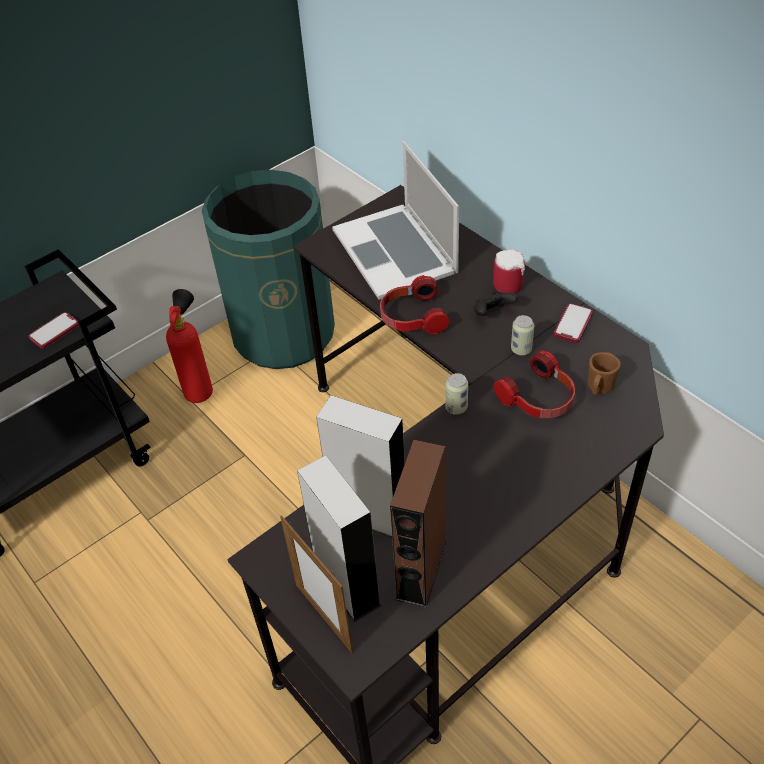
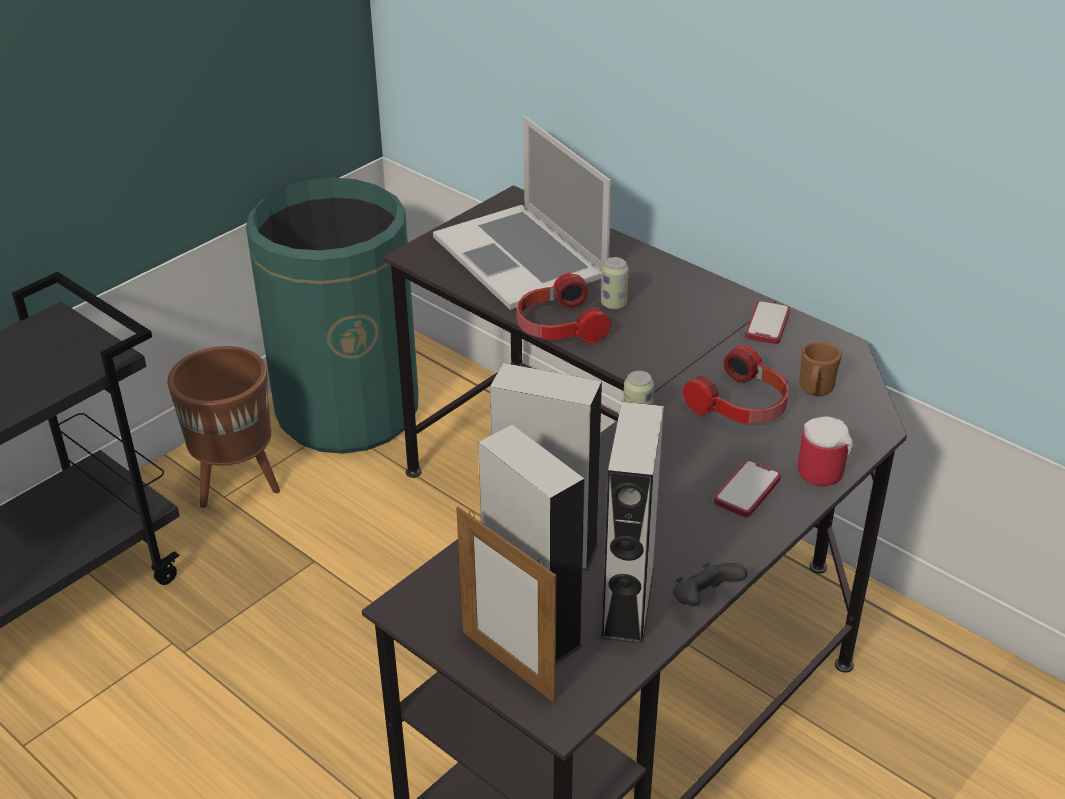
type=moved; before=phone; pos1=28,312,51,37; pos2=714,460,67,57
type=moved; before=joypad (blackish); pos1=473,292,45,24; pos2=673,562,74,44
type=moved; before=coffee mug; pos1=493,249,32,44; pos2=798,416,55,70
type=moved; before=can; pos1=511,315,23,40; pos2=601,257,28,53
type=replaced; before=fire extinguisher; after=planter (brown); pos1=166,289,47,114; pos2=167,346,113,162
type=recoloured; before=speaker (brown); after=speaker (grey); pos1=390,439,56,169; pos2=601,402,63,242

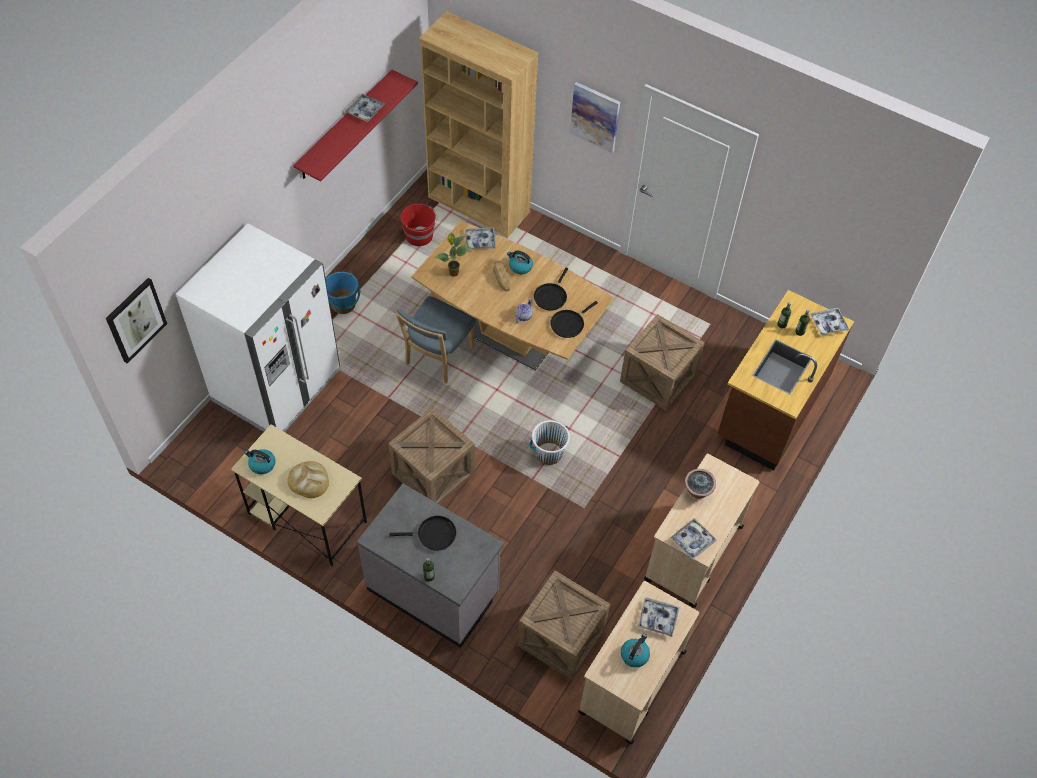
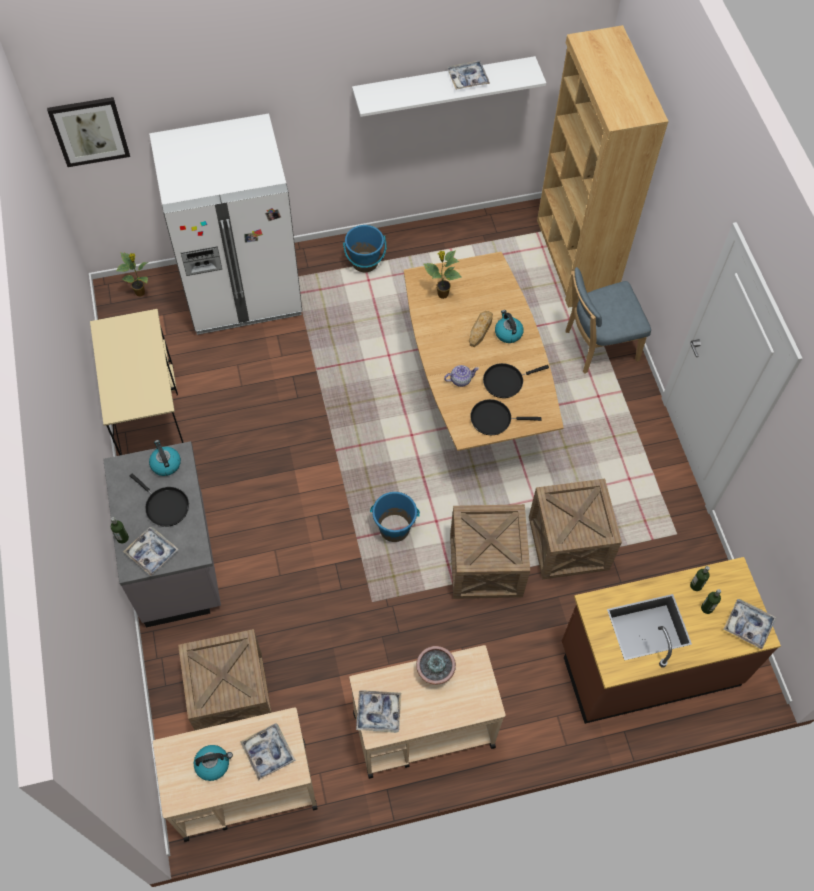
type=removed; before=bread; pos1=287,461,42,37
type=removed; before=pail (red-coloured); pos1=400,204,37,42
type=removed; before=wall picture; pos1=570,82,50,71
type=added; after=houseplant; pos2=116,252,32,45
type=moved; before=tea kettle; pos1=245,449,30,25; pos2=149,440,32,36
type=moved; before=crate; pos1=388,407,87,97; pos2=450,504,80,95
type=moved; before=upright chair (bluish); pos1=396,296,80,87; pos2=566,267,85,107
type=moved; before=tray; pos1=465,227,31,22; pos2=123,527,56,49
type=recoloured; before=bracket shelf (red-coloured); after=bracket shelf (whitish); pos1=293,70,125,111; pos2=352,56,194,61
type=recoloured; before=pail (whitish); after=pail (bluish); pos1=529,420,41,45; pos2=370,492,50,50

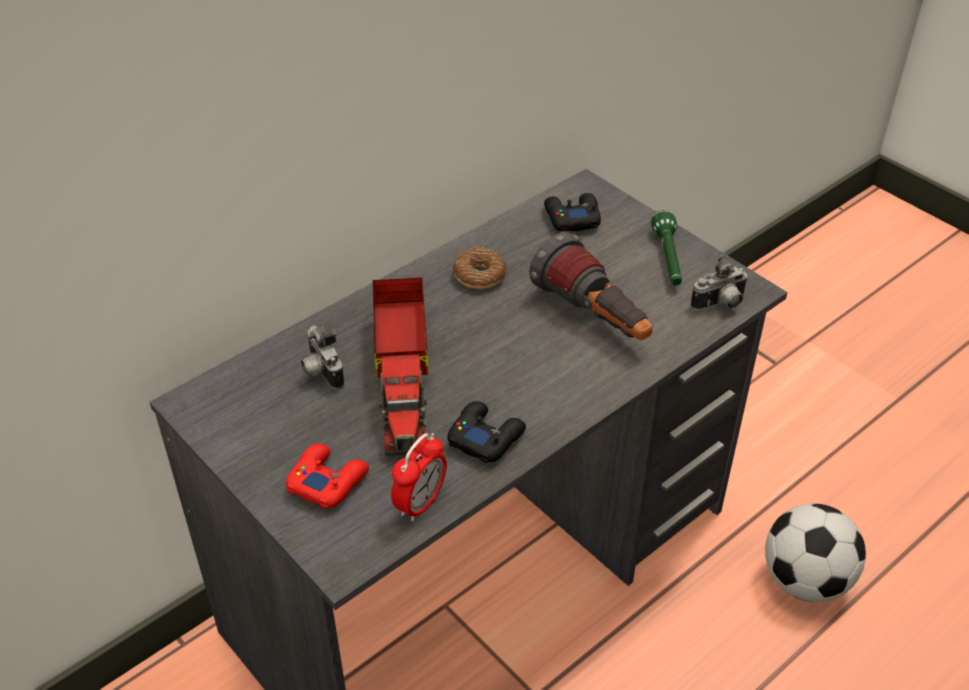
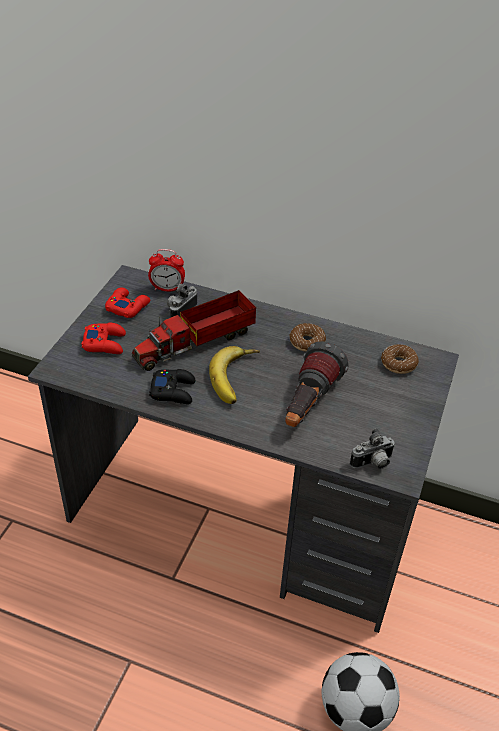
type=removed; before=torch (green); pos1=651,210,31,75
type=added; after=joypad (red-coloured); pos2=105,288,45,30
type=added; after=banana fruit; pos2=209,346,51,58
type=moved; before=alarm clock; pos1=391,433,56,89; pos2=148,249,37,43
type=replaced; before=joypad (blackish); after=ring doughnut; pos1=544,193,57,38; pos2=381,344,38,30
type=turned; before=still camera; pos1=690,255,58,56; pos2=350,428,45,41; turn=-60

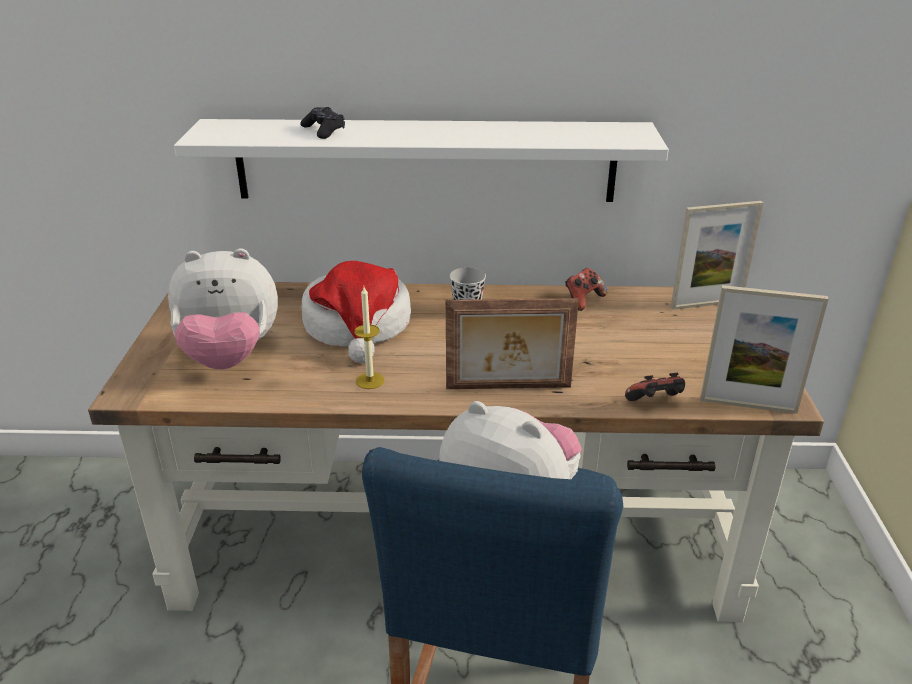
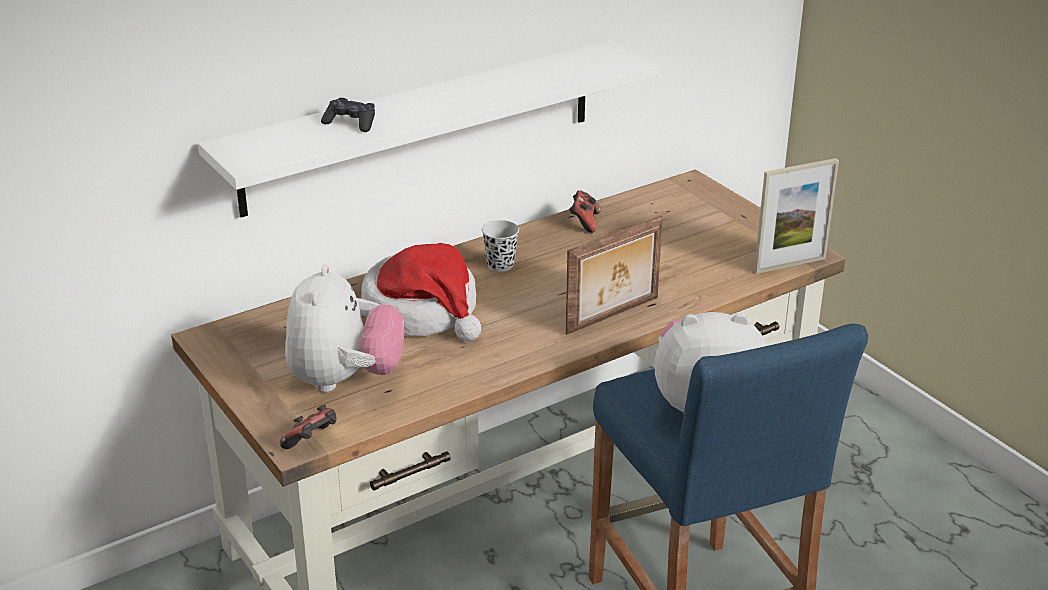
type=removed; before=wax light; pos1=354,287,30,102
type=removed; before=photo frame; pos1=671,201,92,109
type=moved; before=joypad; pos1=625,373,60,28; pos2=280,405,56,44
type=turned; before=cuddly toy; pos1=168,248,110,122; pos2=285,264,119,128; turn=-45

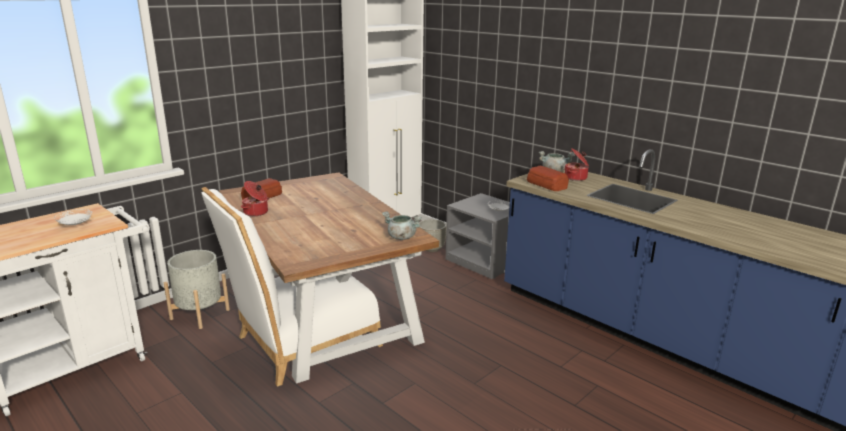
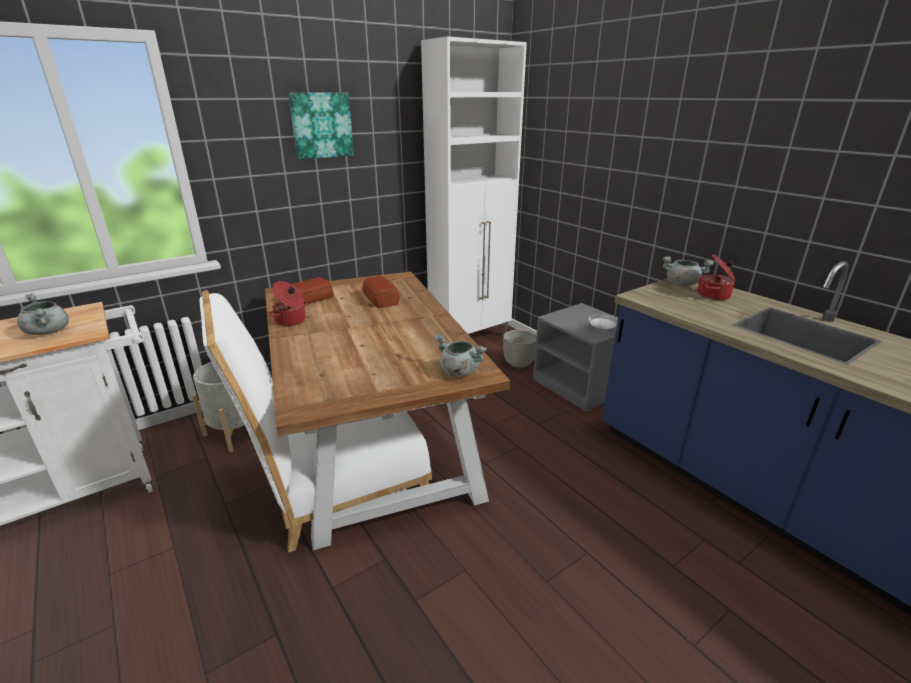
type=added; after=wall picture; pos2=288,93,66,66
type=moved; before=bread; pos1=527,166,42,25; pos2=362,276,38,32
type=replaced; before=flat dish (whitish); after=saucepot (grey); pos1=54,209,38,16; pos2=17,294,52,41

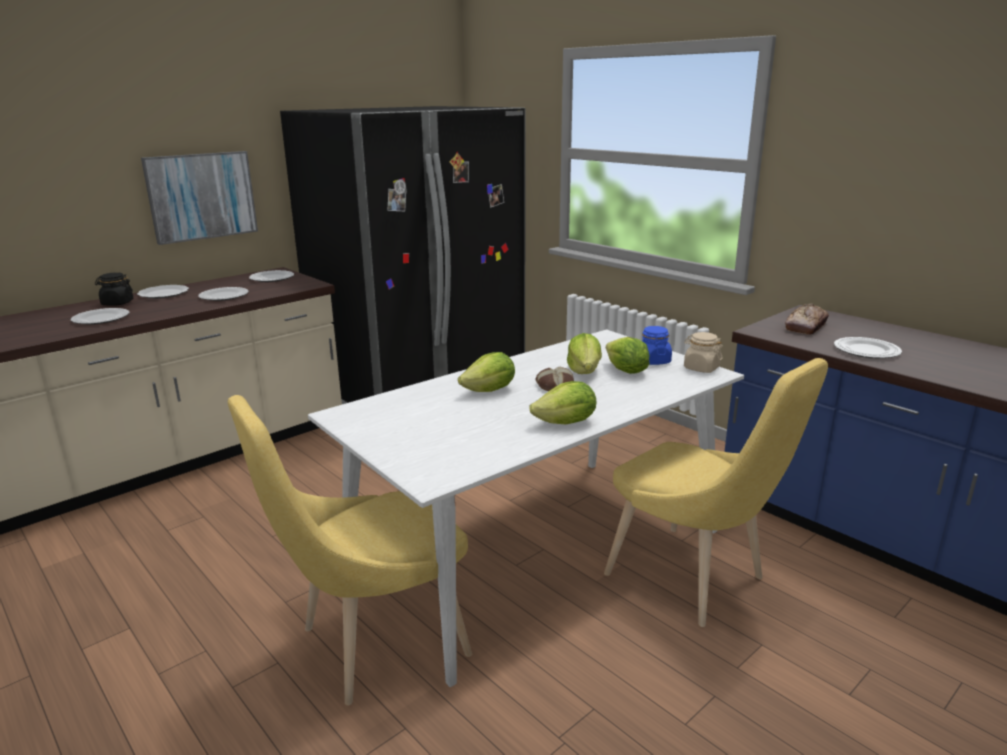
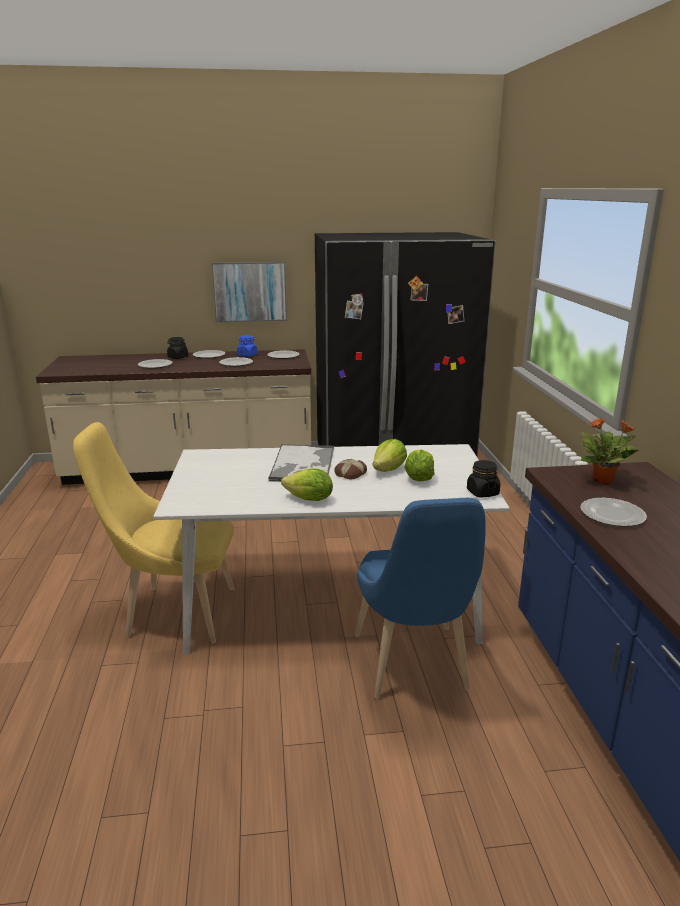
type=moved; before=preserve jar (bluish); pos1=642,326,30,39; pos2=237,335,20,22
type=replaced; before=lettuce head; after=tray; pos1=458,352,57,40; pos2=268,444,66,38
type=replaced; before=bread; after=houseplant; pos1=785,304,44,31; pos2=581,417,58,68
type=recoloured; before=upright chair (yellow); after=upright chair (bluish); pos1=604,358,224,269; pos2=354,498,132,201
type=recoloured; before=preserve jar (sand-coloured); after=preserve jar (blackish); pos1=684,332,39,41; pos2=467,460,33,38

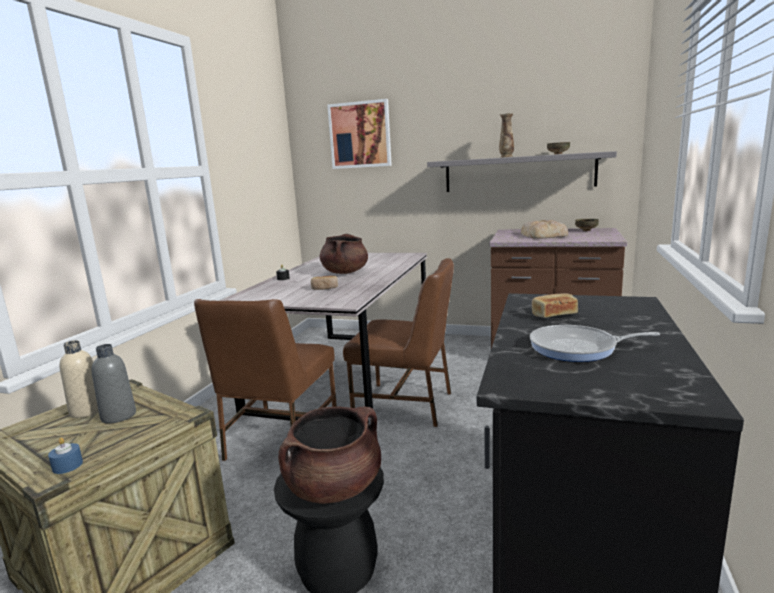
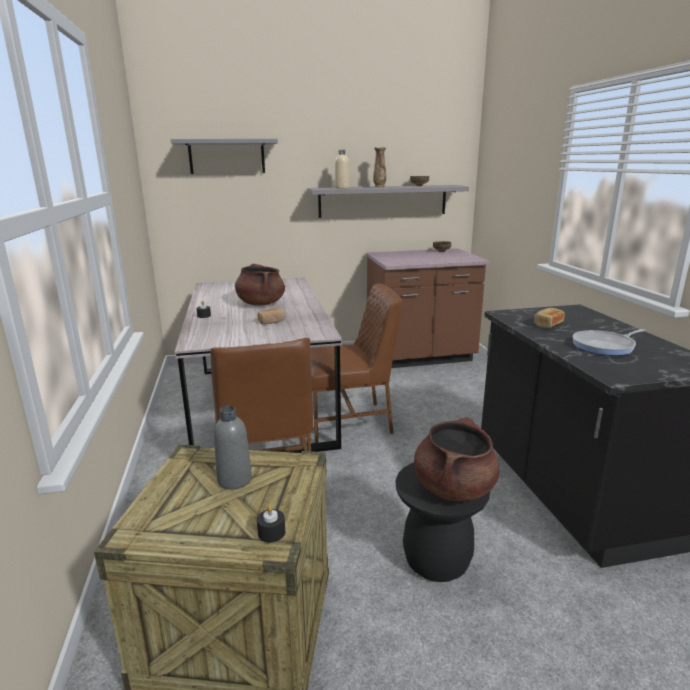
type=removed; before=bread; pos1=521,220,48,19
type=moved; before=bottle (sand-coloured); pos1=59,340,40,78; pos2=335,150,15,39
type=replaced; before=wall picture; after=bracket shelf (grey); pos1=327,99,65,70; pos2=171,139,107,35
type=recoloured; before=wax light (bluish); after=wax light (blackish); pos1=48,438,35,36; pos2=257,505,28,38

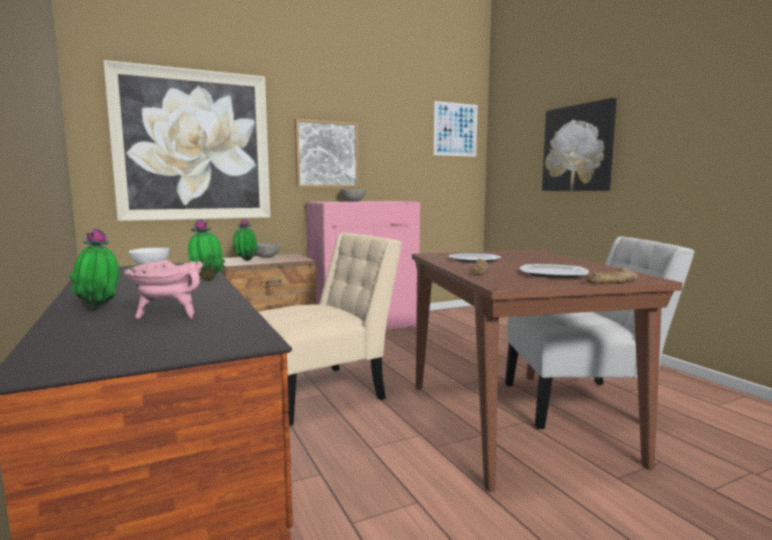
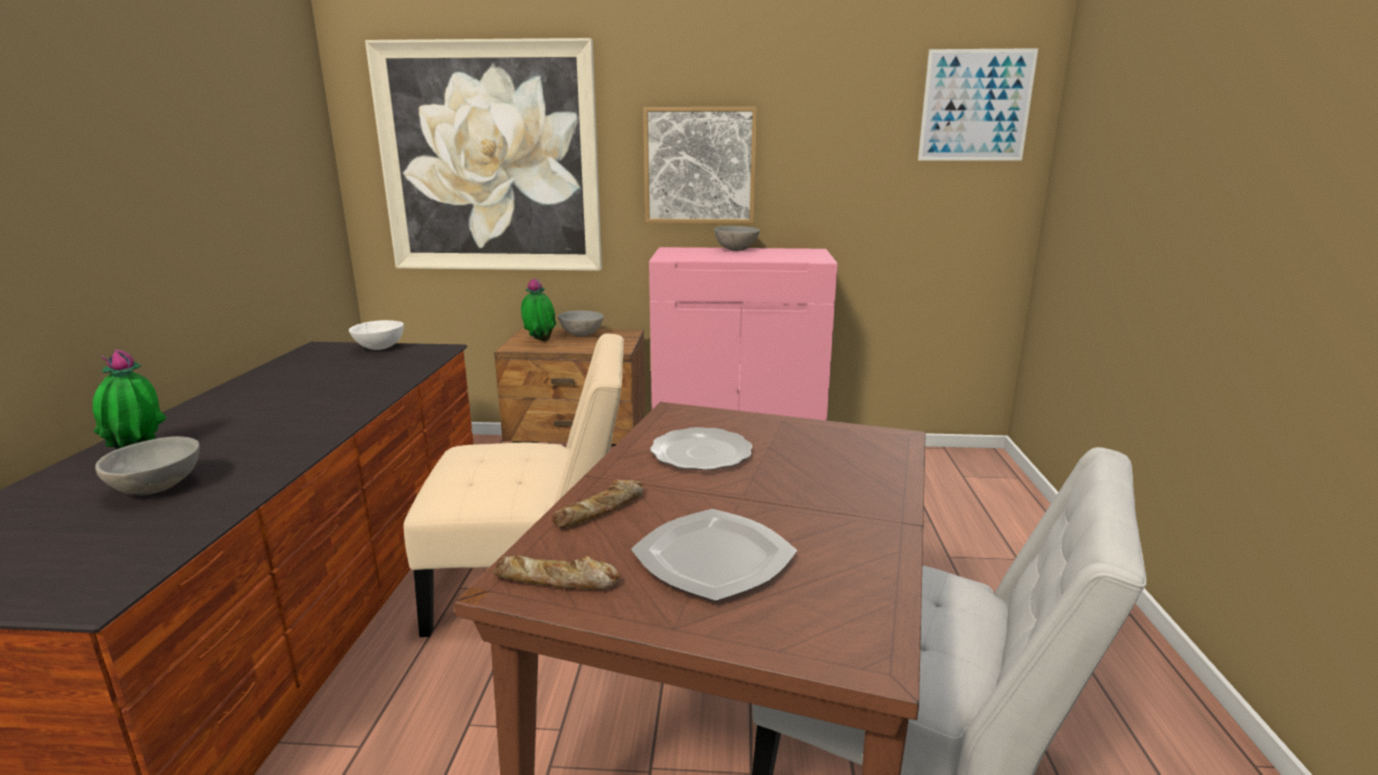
type=removed; before=houseplant; pos1=188,219,37,62
type=removed; before=wall picture; pos1=542,98,75,93
type=moved; before=bread; pos1=586,268,52,15; pos2=493,555,127,35
type=replaced; before=saucepot (pink-coloured); after=bowl (grey); pos1=124,260,79,59; pos2=95,436,105,59

